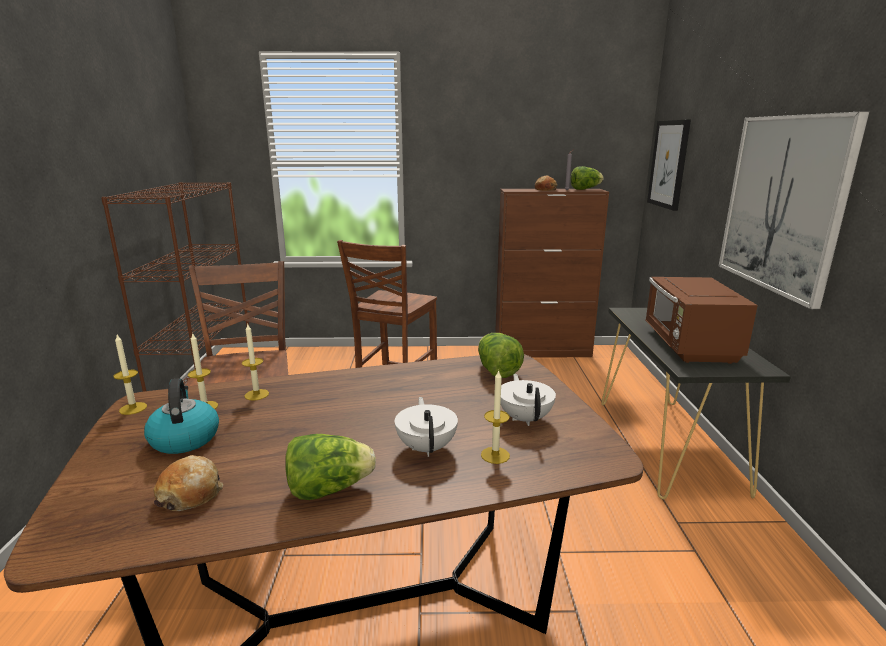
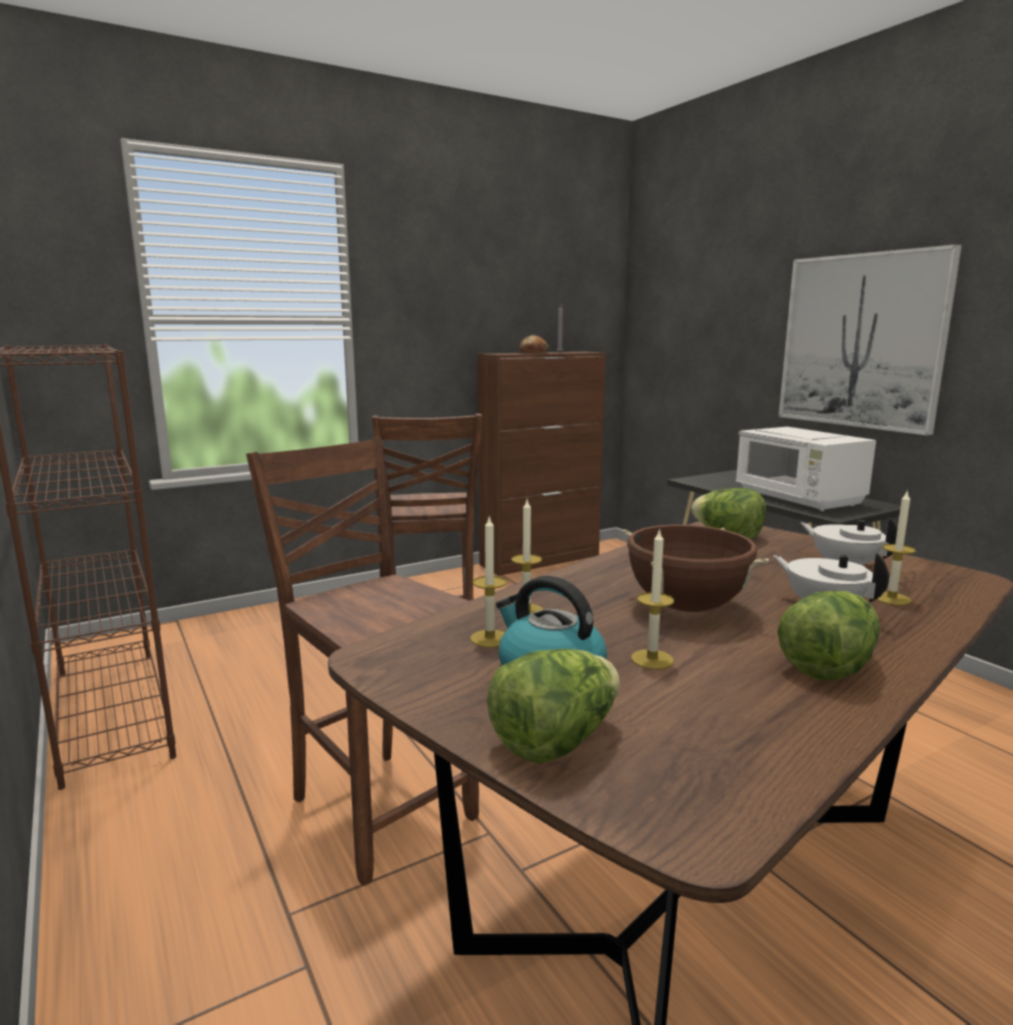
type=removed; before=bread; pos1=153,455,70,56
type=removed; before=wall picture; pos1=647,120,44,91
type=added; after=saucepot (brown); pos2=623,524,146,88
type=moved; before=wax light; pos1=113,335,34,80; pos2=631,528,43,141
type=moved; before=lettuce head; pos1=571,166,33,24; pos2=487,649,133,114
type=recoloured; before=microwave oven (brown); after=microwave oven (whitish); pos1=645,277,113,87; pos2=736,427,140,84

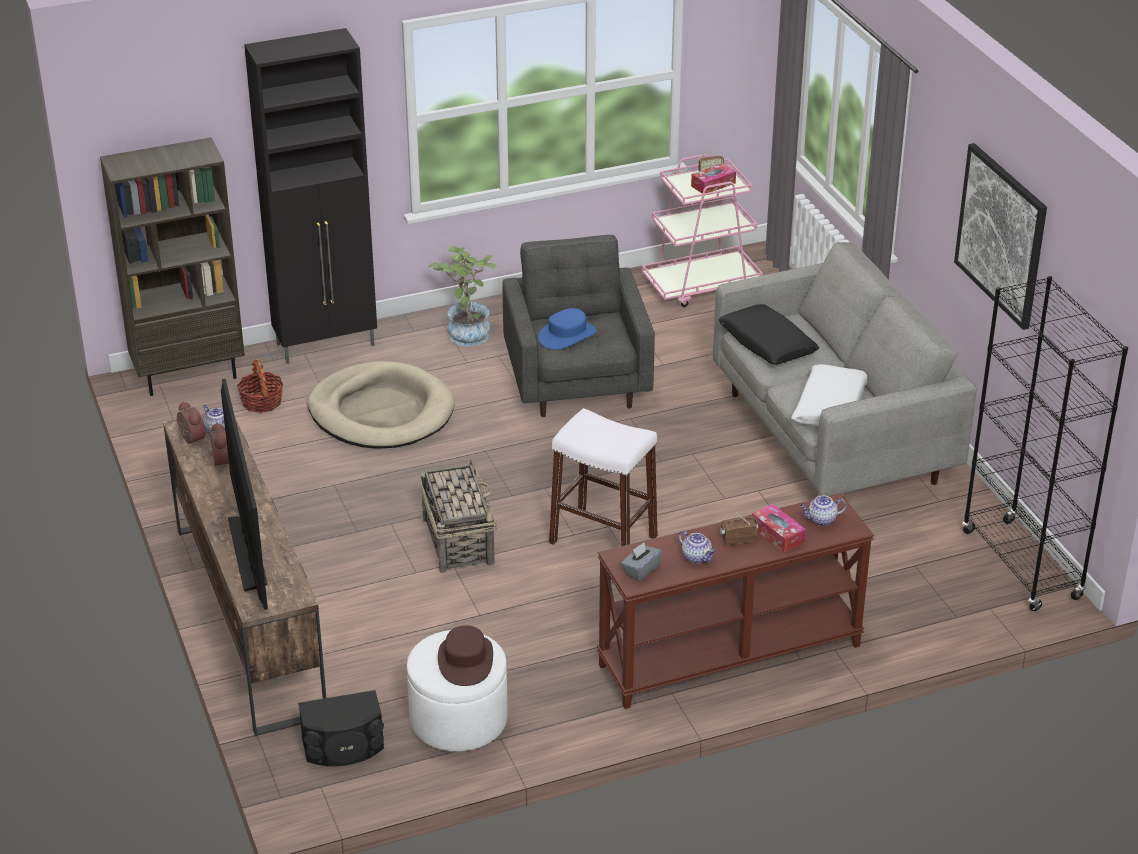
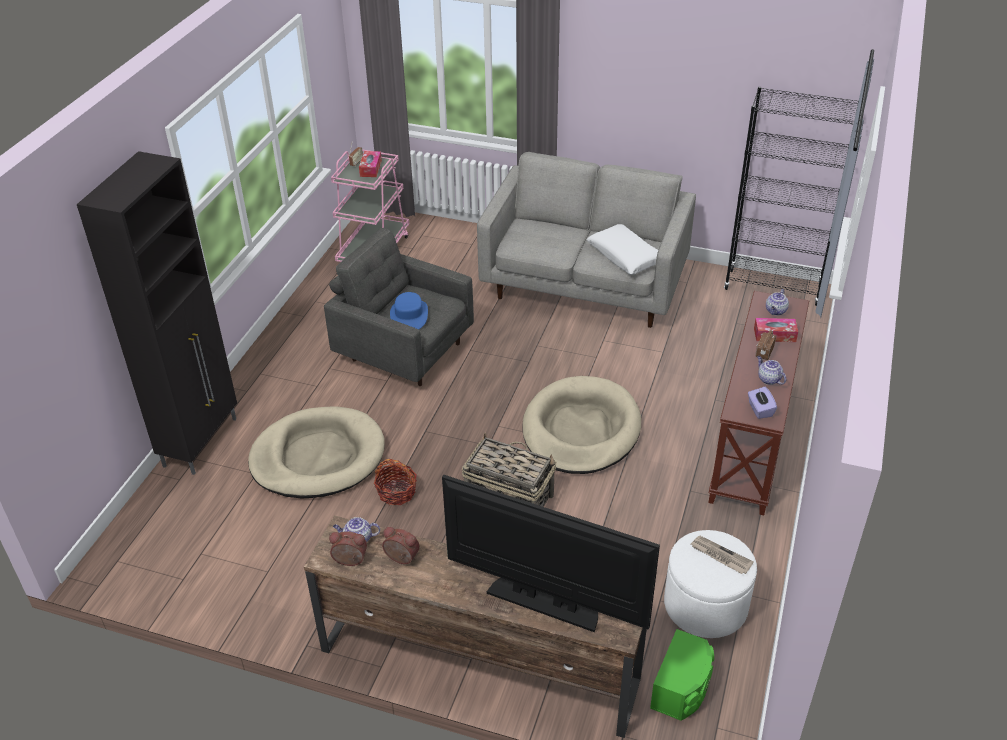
type=removed; before=shelving unit (brown); pos1=100,137,145,259
type=removed; before=houseplant; pos1=428,246,69,100
type=removed; before=cushion (blackish); pos1=718,304,101,60
type=removed; before=wall picture; pos1=954,143,93,187
type=moved; before=basket; pos1=237,359,46,54; pos2=374,459,43,46
type=replaced; before=hat (brown); after=daily paper; pos1=438,625,55,61; pos2=691,536,63,38
type=replaced; before=stool seat (whitish); after=pet bed (sand-coloured); pos1=549,408,109,138; pos2=522,376,119,98
type=recoloured; before=speaker (blackish); after=speaker (green); pos1=298,690,86,76; pos2=650,629,64,92
type=recoloured; before=tissue holder (grey); after=tissue holder (purple); pos1=621,542,41,39; pos2=748,387,29,32
type=turned; before=teapot; pos1=678,530,38,34; pos2=757,356,29,29; turn=-120

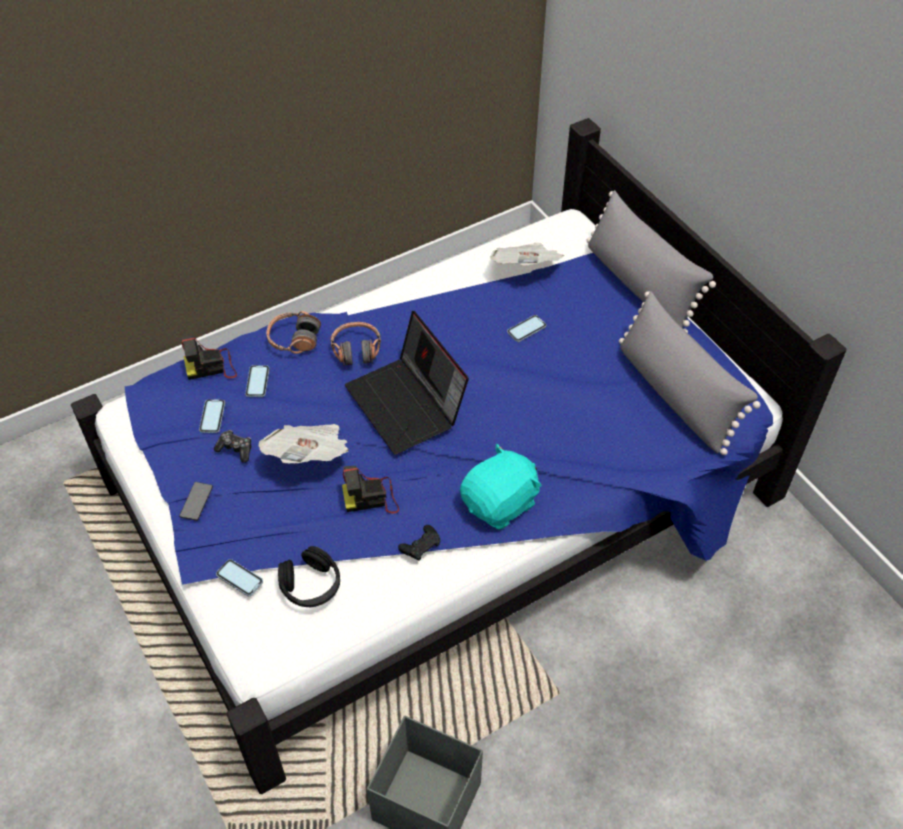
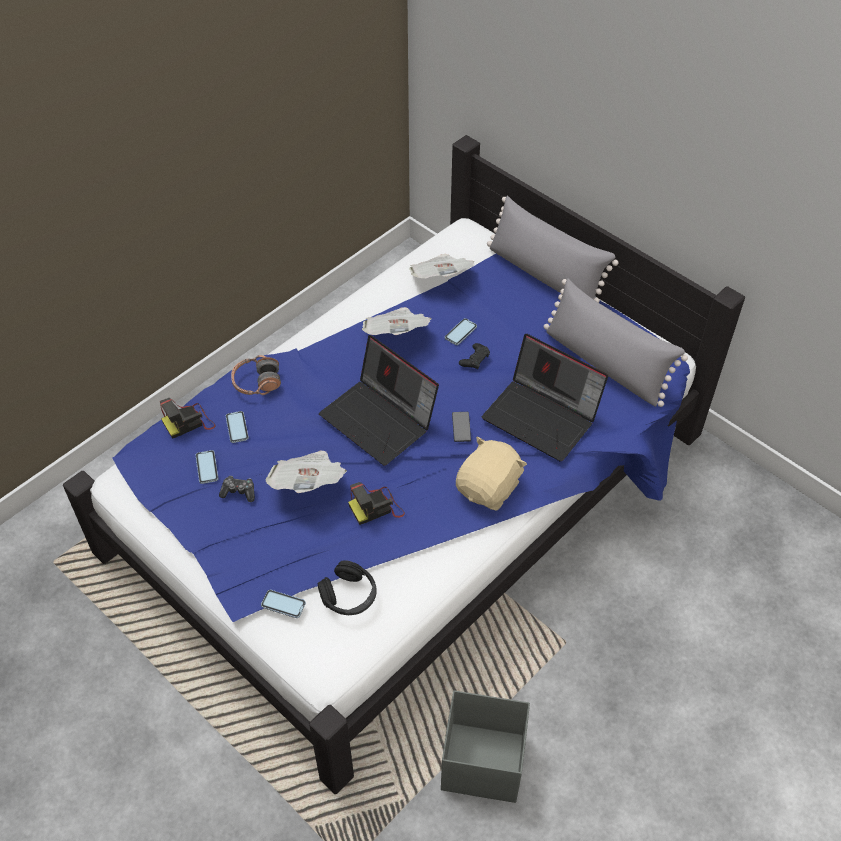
type=removed; before=pair of headphones; pos1=330,322,51,44
type=added; after=daily paper; pos2=362,307,70,28
type=added; after=laptop; pos2=482,334,126,127
type=moved; before=phone; pos1=179,482,34,39; pos2=452,412,19,30
type=moved; before=joypad (blackish); pos1=398,525,43,36; pos2=459,343,31,27
type=recoloured; before=cuddly toy (turquoise-coloured); after=cuddly toy (sand-coloured); pos1=460,444,82,86; pos2=456,436,71,75

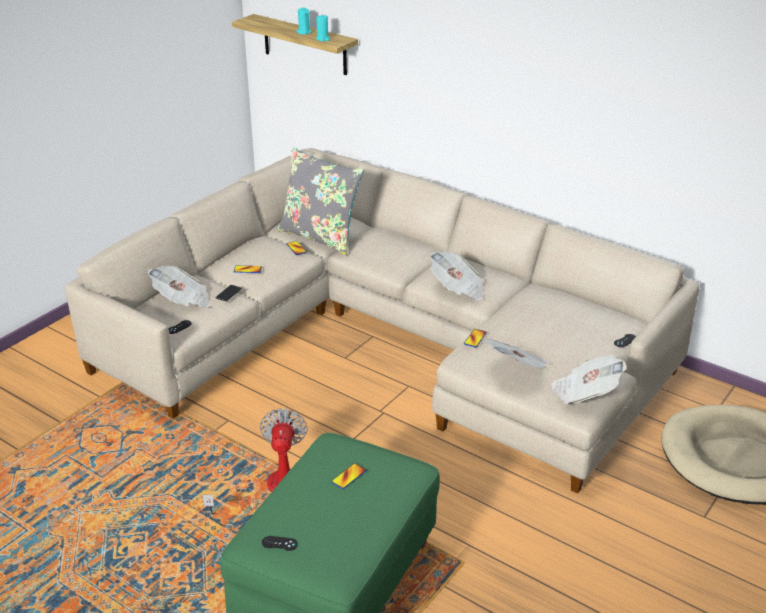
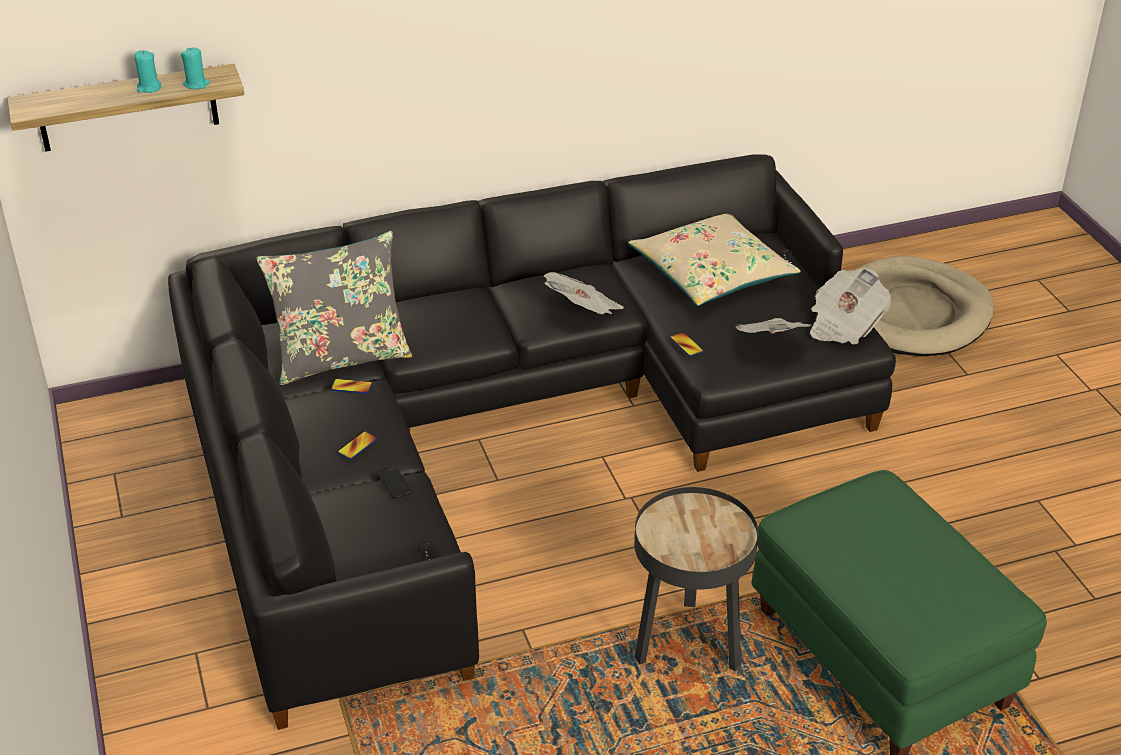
type=removed; before=daily paper; pos1=148,265,62,42
type=removed; before=joypad (blackish); pos1=262,536,36,15
type=removed; before=phone; pos1=331,463,36,26
type=added; after=cushion (sand-coloured); pos2=628,214,173,92
type=replaced; before=cooling fan; after=side table (blackish); pos1=202,408,106,106; pos2=634,487,124,184
type=recoloured; before=sofa (sand-coloured); after=sofa (blackish); pos1=64,148,636,346; pos2=168,154,728,576

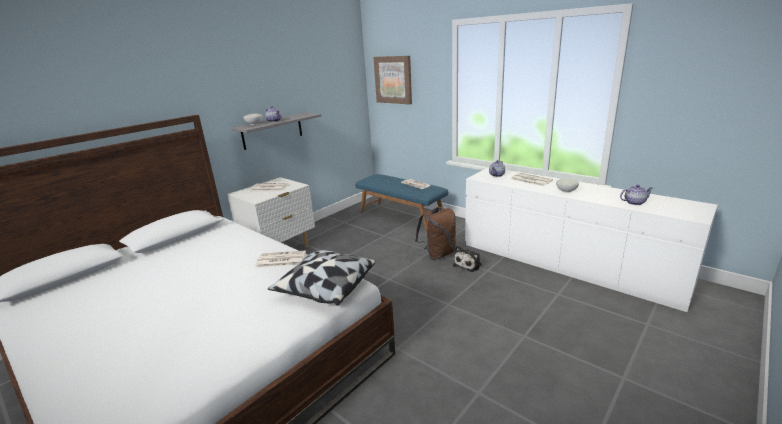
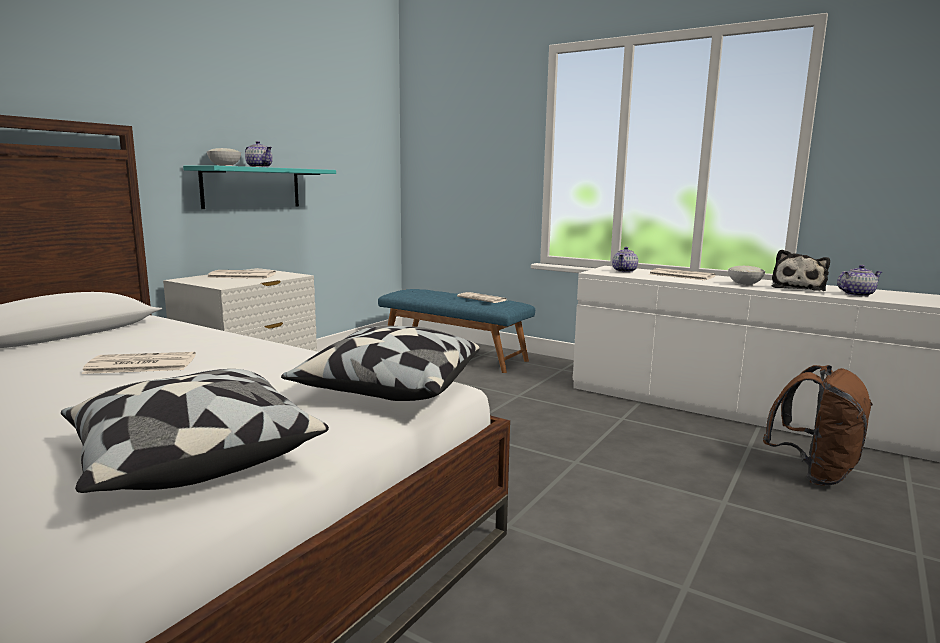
type=removed; before=wall picture; pos1=373,56,39,48
type=added; after=cushion; pos2=61,369,268,124
type=moved; before=daily paper; pos1=255,250,51,18; pos2=81,352,115,22
type=moved; before=backpack (brown); pos1=415,207,41,53; pos2=763,365,110,121
type=moved; before=cuddly toy; pos1=453,246,29,26; pos2=771,250,59,41
type=recoloured; before=bracket shelf (grey); after=bracket shelf (turquoise-coloured); pos1=231,113,90,37; pos2=183,165,153,44

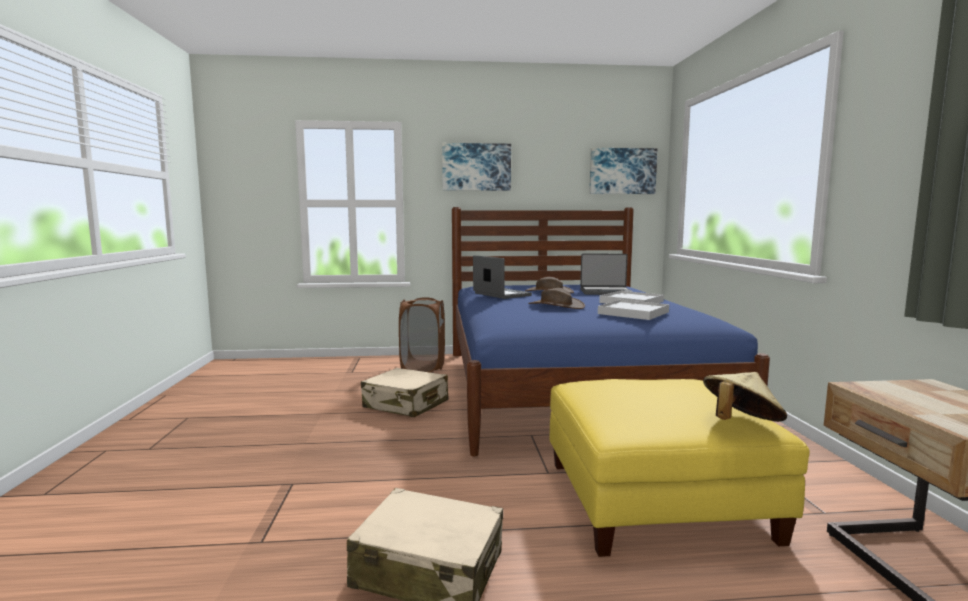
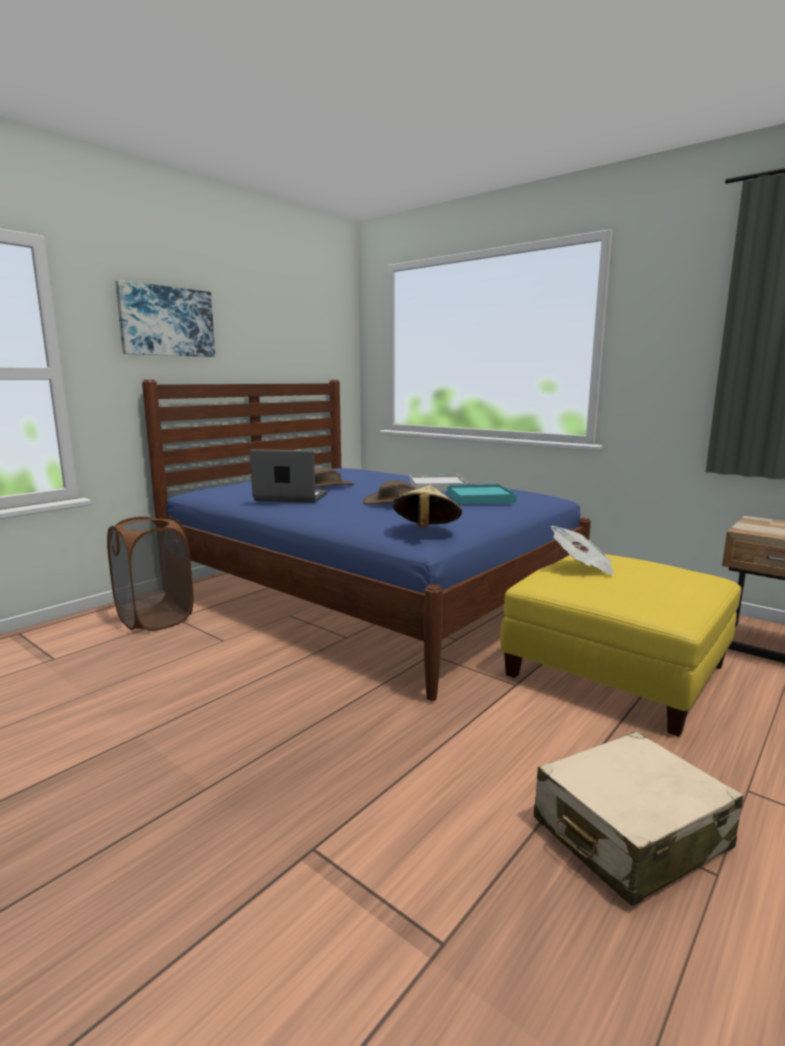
type=removed; before=suitcase (sand-coloured); pos1=361,368,87,49
type=removed; before=laptop; pos1=580,254,53,41
type=removed; before=wall picture; pos1=590,148,68,46
type=added; after=daily paper; pos2=551,526,63,49
type=moved; before=hat (sand-coloured); pos1=703,372,84,50; pos2=393,485,69,42
type=recoloured; before=tray (whitish); after=tray (turquoise-coloured); pos1=598,300,71,20; pos2=447,484,70,20

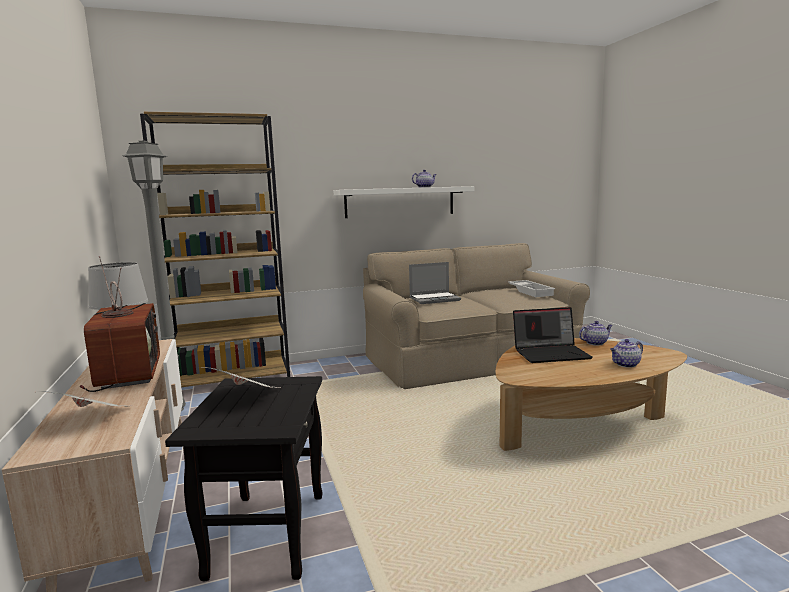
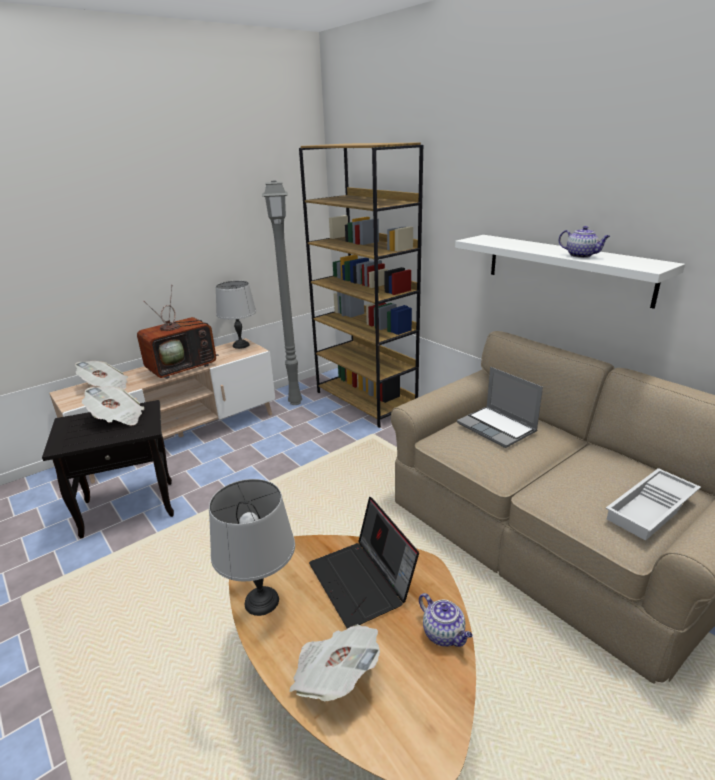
type=added; after=lamp for a table (grey); pos2=209,479,86,137
type=replaced; before=teapot; after=daily paper; pos1=610,339,33,29; pos2=289,624,91,78

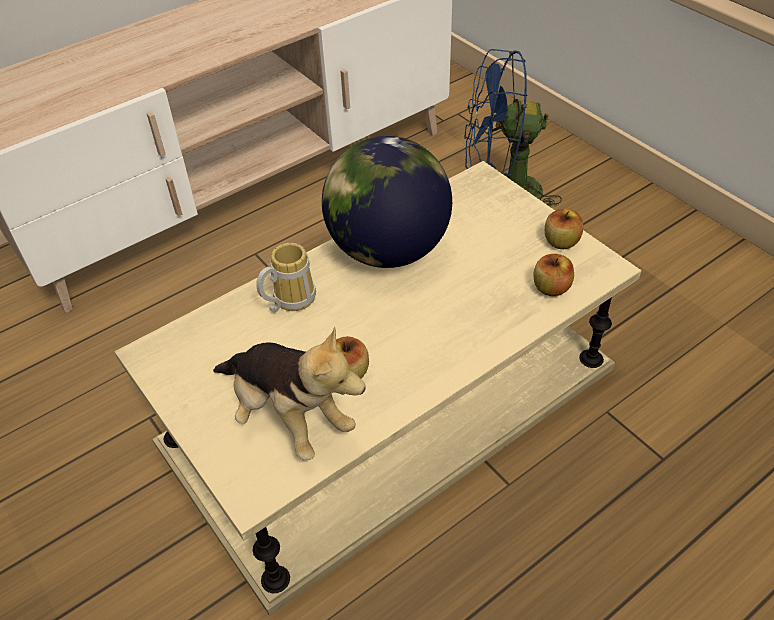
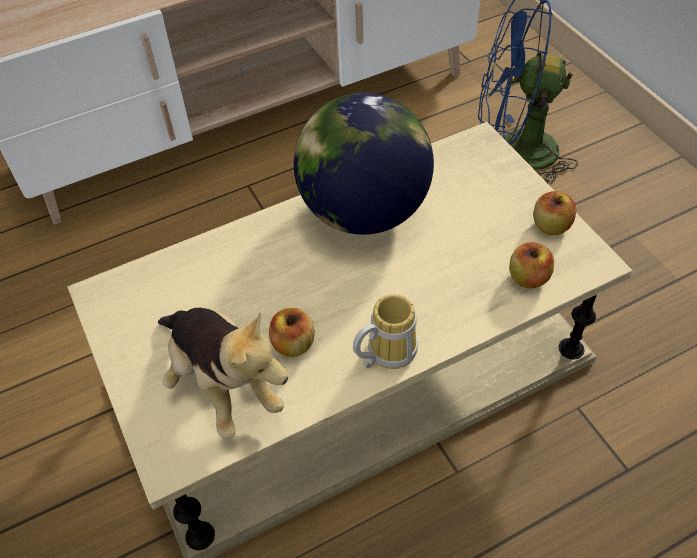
type=moved; before=coffee mug; pos1=256,243,60,69; pos2=353,294,65,75

